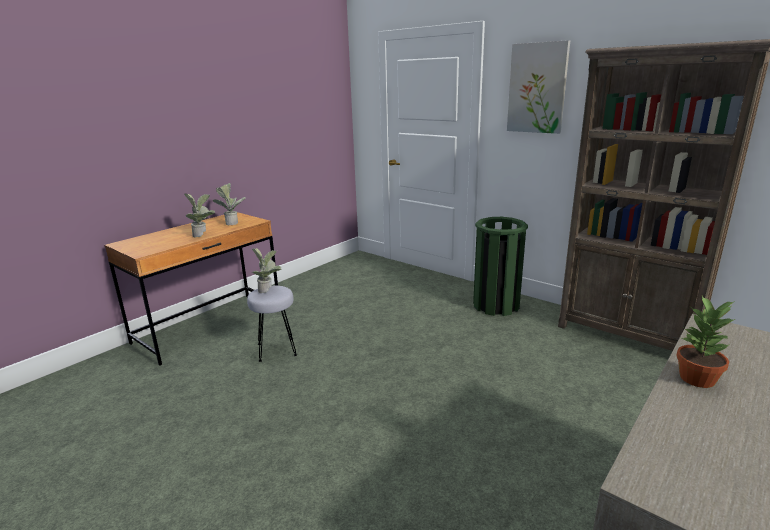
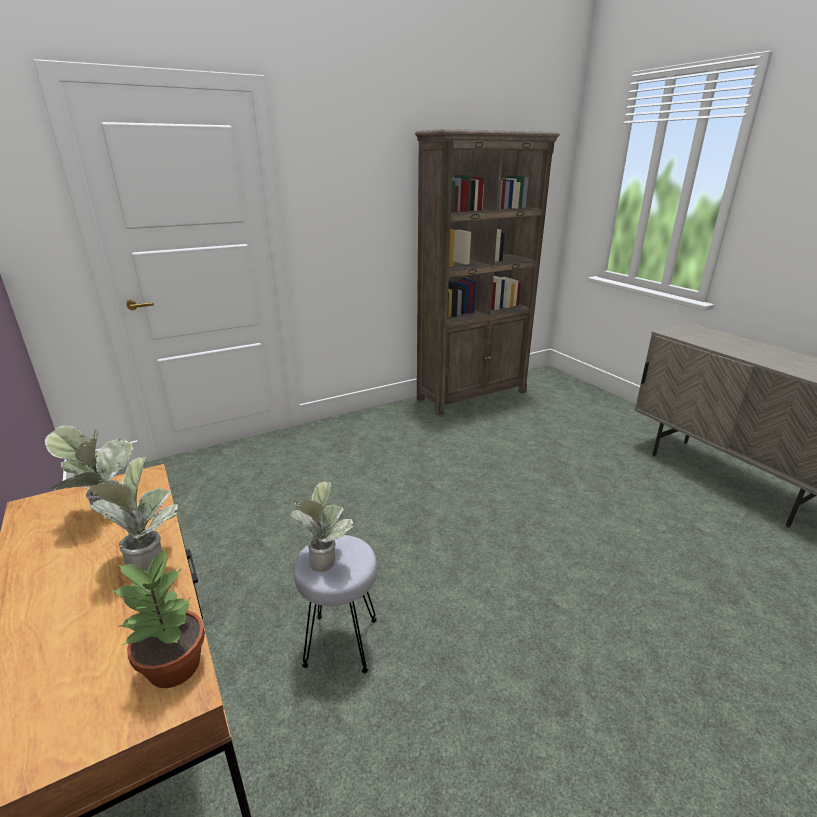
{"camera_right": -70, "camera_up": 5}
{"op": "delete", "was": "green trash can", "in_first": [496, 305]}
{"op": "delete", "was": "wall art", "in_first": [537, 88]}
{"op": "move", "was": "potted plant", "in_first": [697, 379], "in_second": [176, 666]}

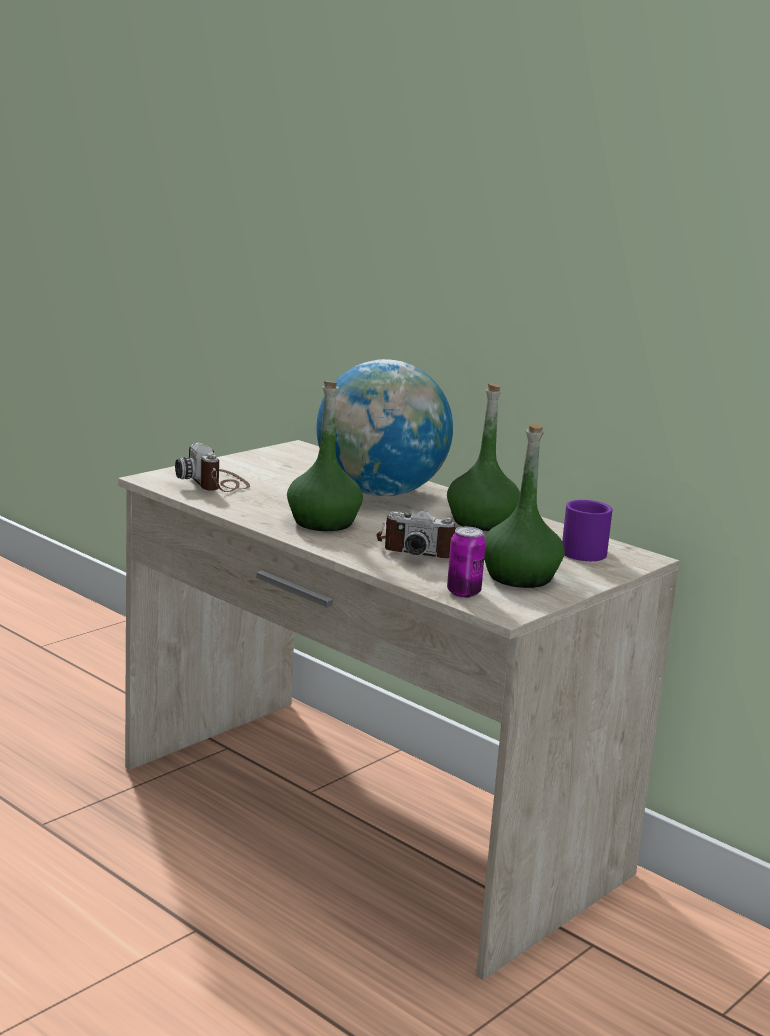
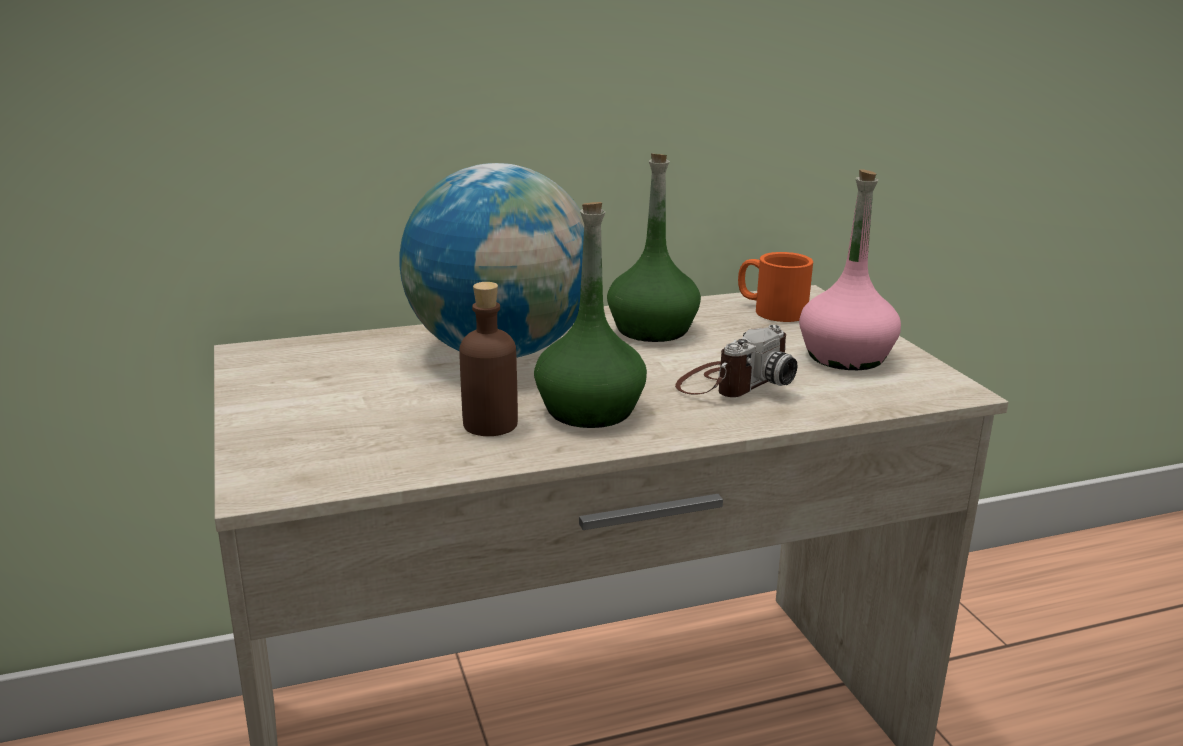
{"camera_right": -60, "camera_up": 5}
{"op": "delete", "was": "photo camera", "in_first": [215, 483]}
{"op": "delete", "was": "sealed can", "in_first": [463, 593]}
{"op": "insert", "now": "brownish drink bottle", "in_second": [490, 424]}
{"op": "recolor", "was": "green drink bottle", "now": "pink drink bottle", "in_first": [520, 577], "in_second": [846, 357]}
{"op": "recolor", "was": "purple mug", "now": "orangey mug", "in_first": [584, 550], "in_second": [770, 310]}

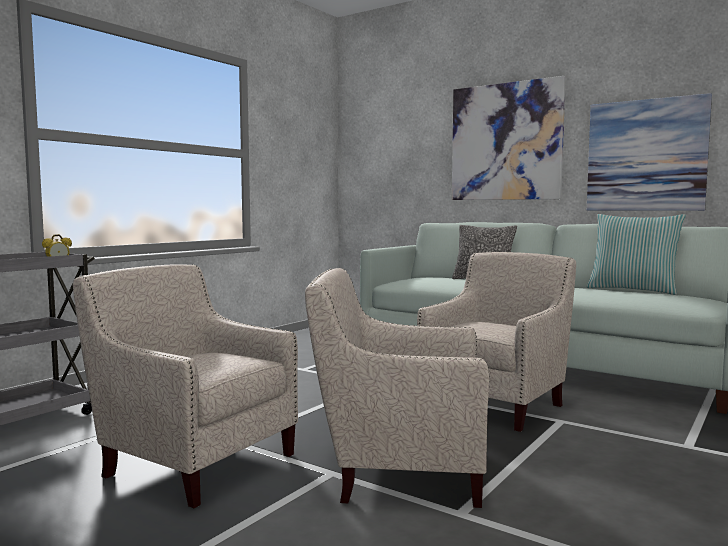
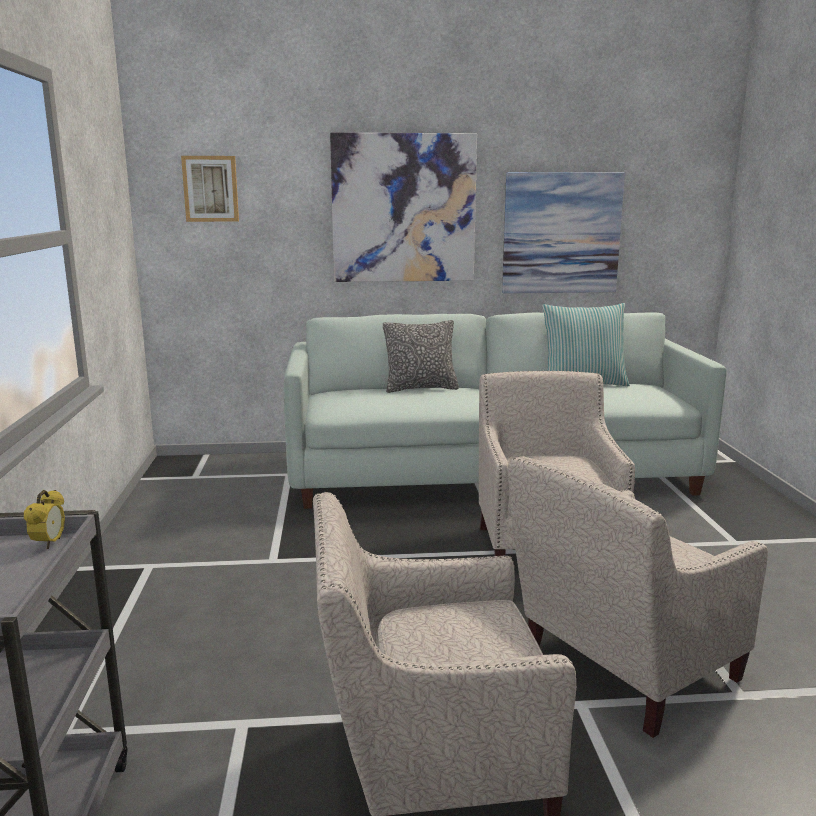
{"camera_right": -40, "camera_up": 10}
{"op": "insert", "now": "wall art", "in_second": [210, 189]}

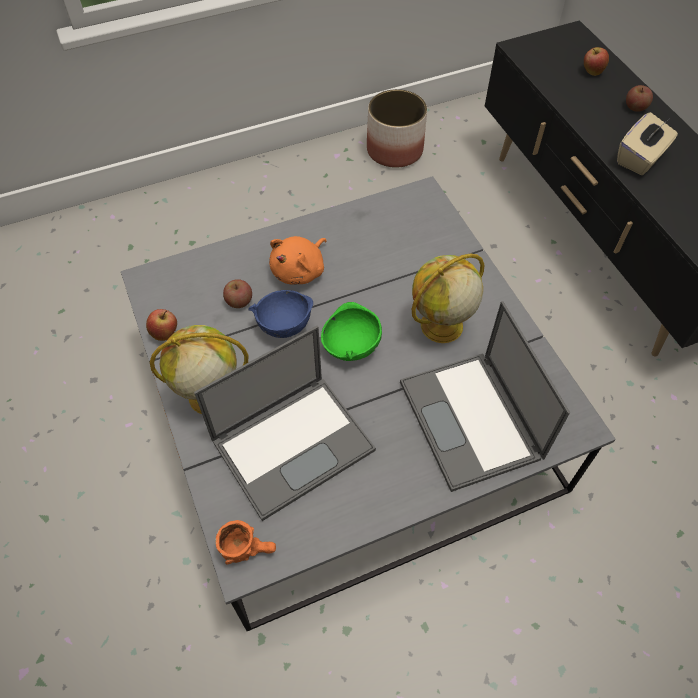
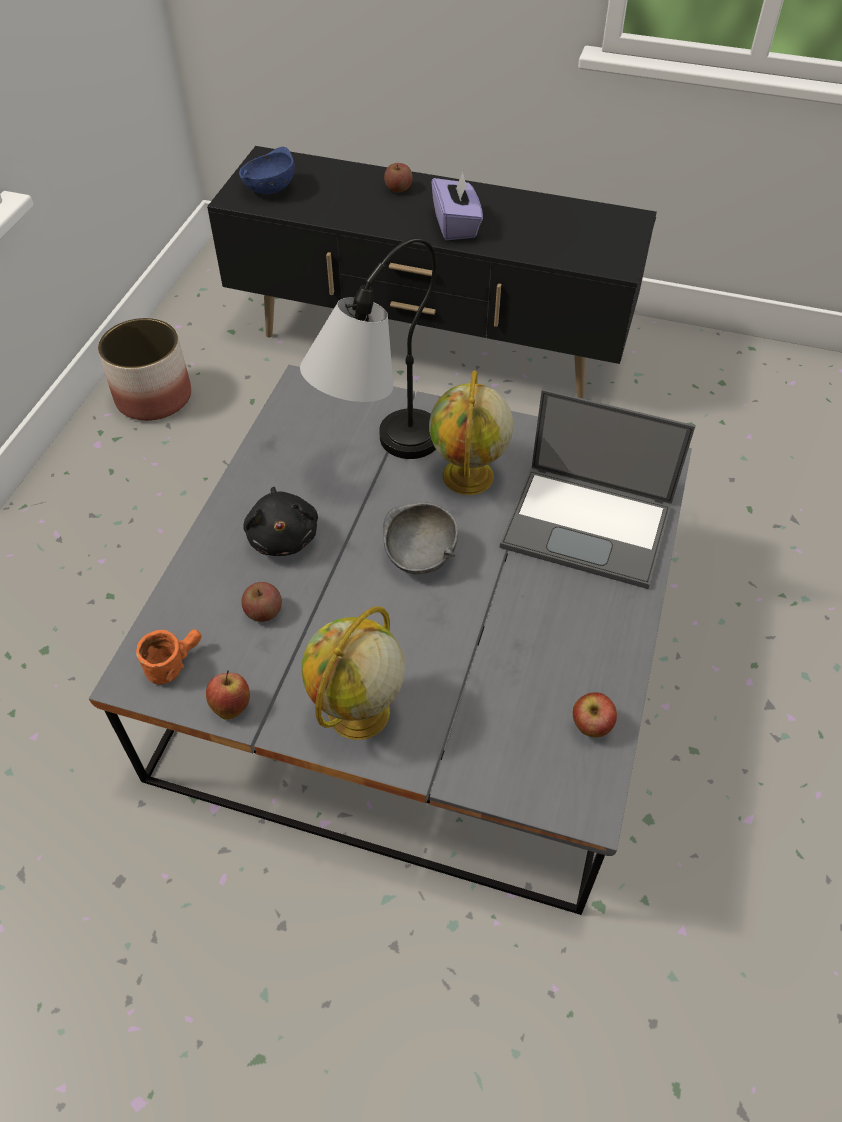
{"camera_right": -50, "camera_up": -5}
{"op": "delete", "was": "notebook computer", "in_first": [294, 443]}
{"op": "insert", "now": "tabletop lamp", "in_second": [376, 456]}
{"op": "move", "was": "orangey mug", "in_first": [249, 548], "in_second": [174, 662]}
{"op": "move", "was": "blue deep dish", "in_first": [284, 324], "in_second": [269, 189]}
{"op": "move", "was": "apple", "in_first": [592, 72], "in_second": [591, 727]}
{"op": "recolor", "was": "orangey soft toy", "now": "blackish soft toy", "in_first": [300, 270], "in_second": [283, 536]}
{"op": "recolor", "was": "green deep dish", "now": "greyish deep dish", "in_first": [350, 346], "in_second": [420, 557]}
{"op": "recolor", "was": "beige tissue holder", "now": "purple tissue holder", "in_first": [640, 158], "in_second": [456, 225]}

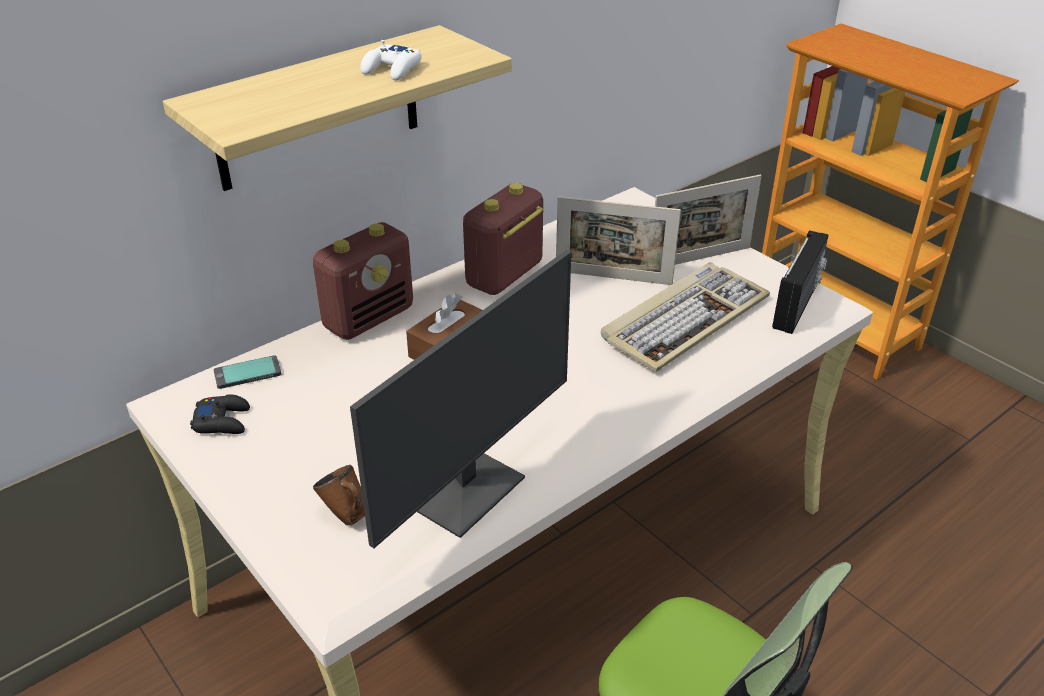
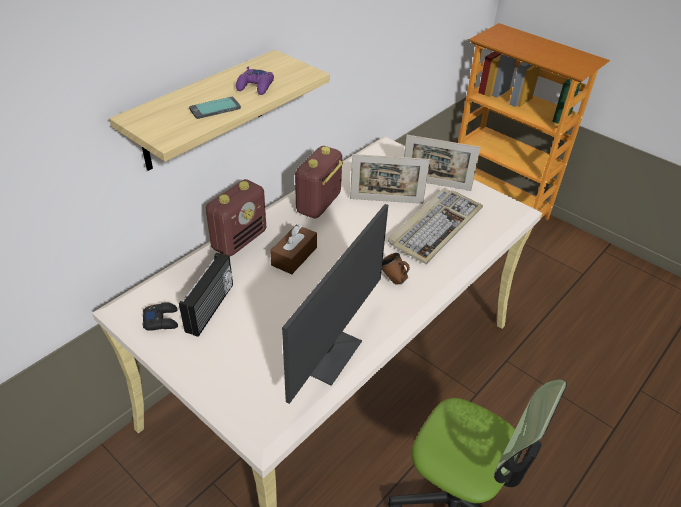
{"camera_right": -10, "camera_up": 5}
{"op": "move", "was": "telephone", "in_first": [248, 373], "in_second": [215, 109]}
{"op": "move", "was": "brownish mug", "in_first": [346, 515], "in_second": [393, 280]}
{"op": "move", "was": "radio", "in_first": [798, 305], "in_second": [211, 308]}
{"op": "recolor", "was": "whitish game controller", "now": "purple game controller", "in_first": [392, 69], "in_second": [256, 86]}
{"op": "rotate", "was": "picture frame", "in_first": [700, 258], "in_second": [436, 184], "clockwise": 45}

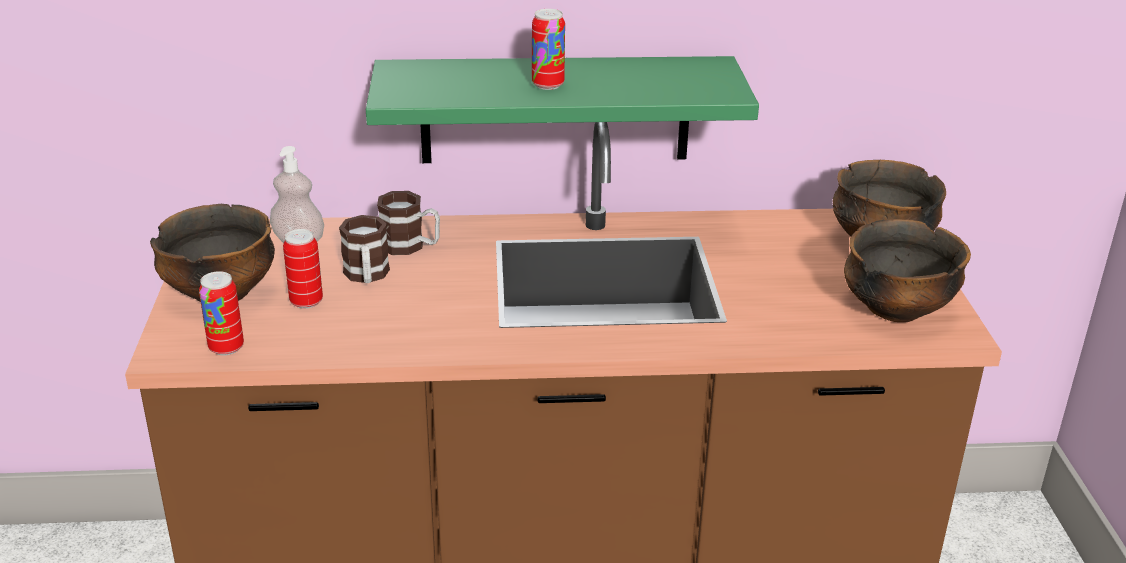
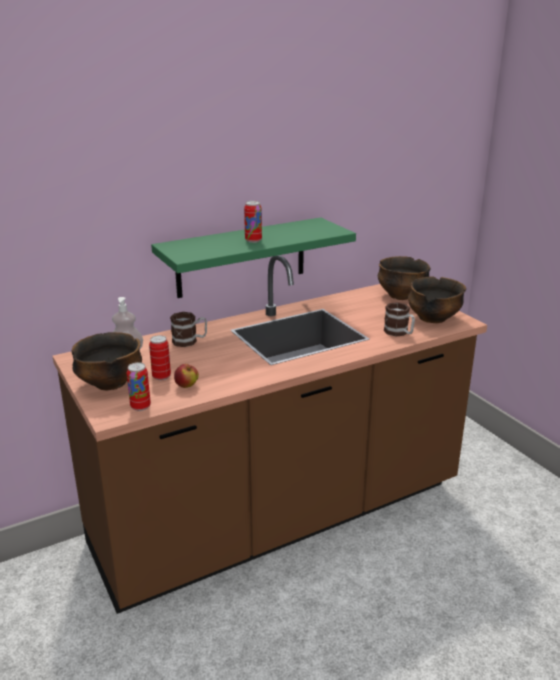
{"camera_right": -25, "camera_up": -5}
{"op": "insert", "now": "apple", "in_second": [186, 386]}
{"op": "move", "was": "mug", "in_first": [367, 276], "in_second": [399, 333]}

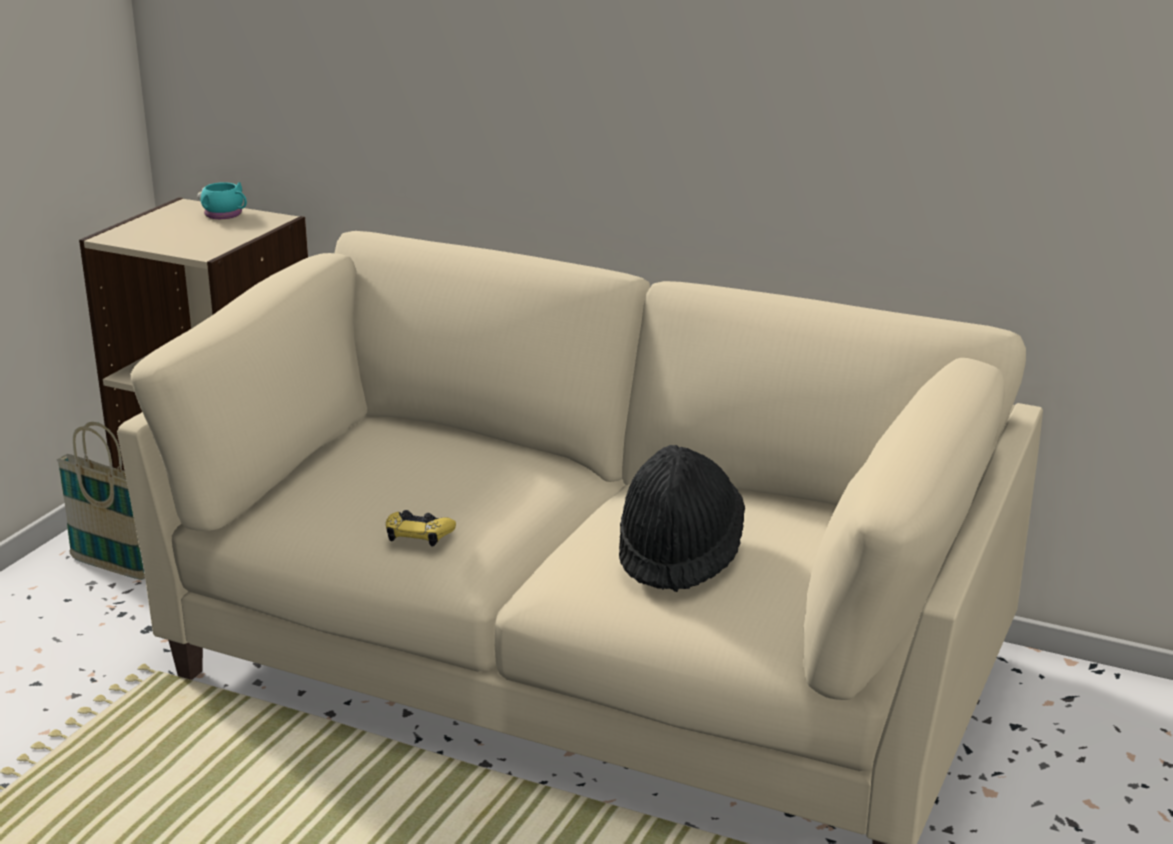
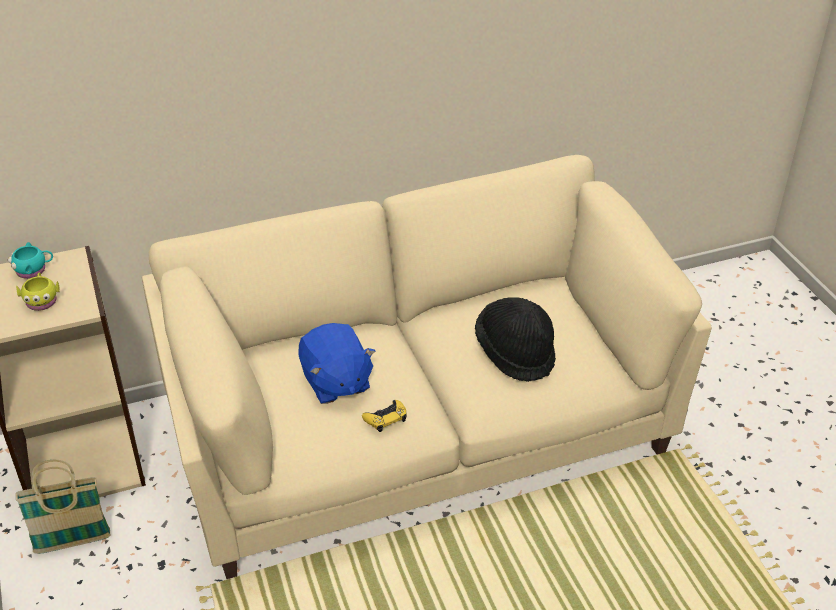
{"camera_right": -45, "camera_up": 15}
{"op": "insert", "now": "yellowish mug", "in_second": [41, 300]}
{"op": "insert", "now": "blue soft toy", "in_second": [335, 382]}

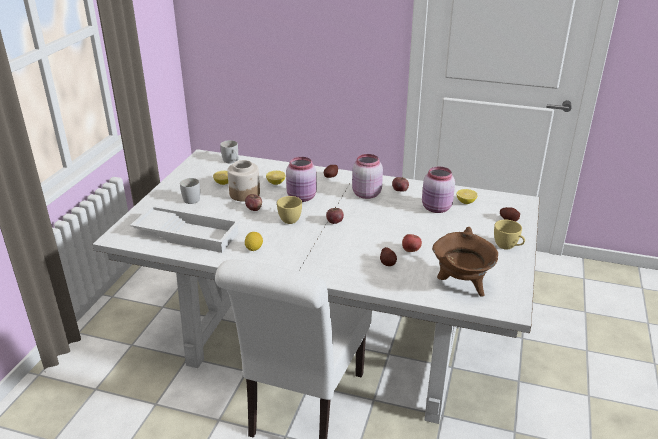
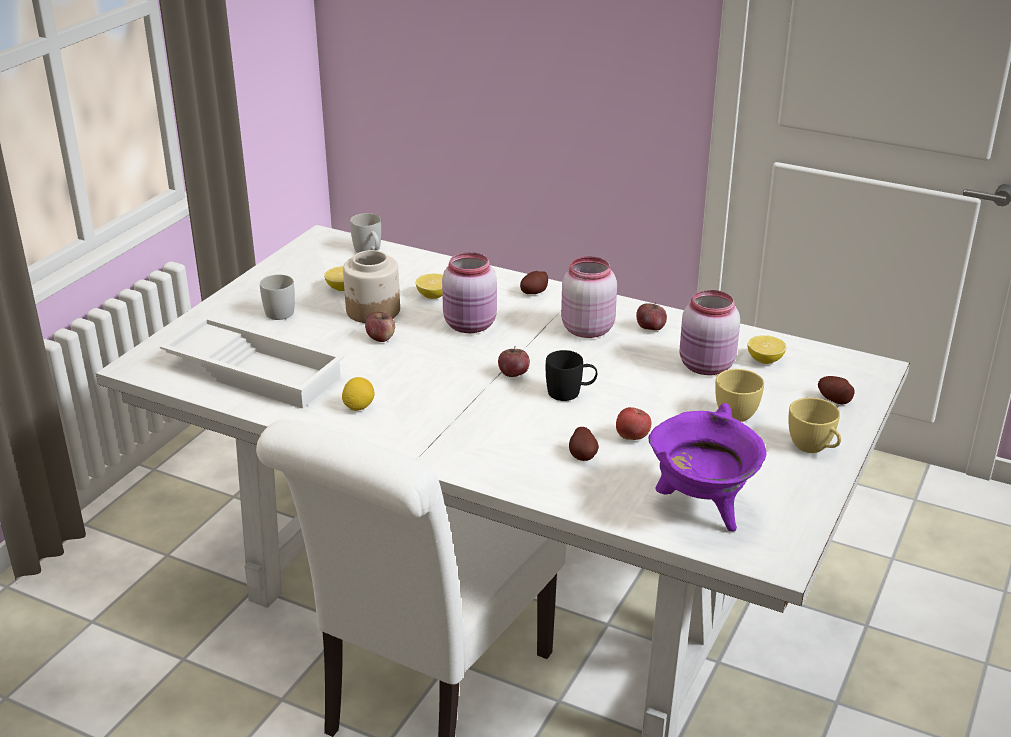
{"camera_right": 10, "camera_up": 0}
{"op": "insert", "now": "blackish mug", "in_second": [570, 392]}
{"op": "move", "was": "yellowish drinking cup", "in_first": [289, 218], "in_second": [735, 411]}
{"op": "recolor", "was": "brownish cooking pot", "now": "purple cooking pot", "in_first": [461, 285], "in_second": [702, 507]}

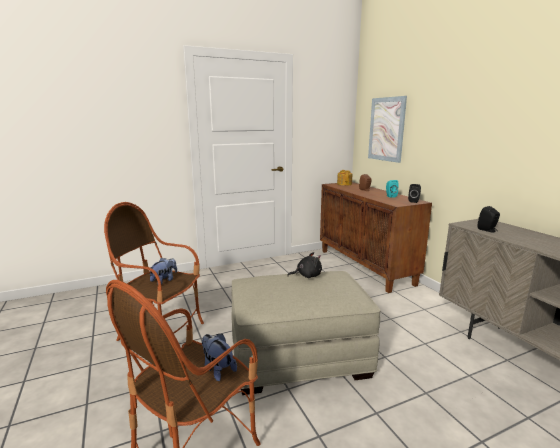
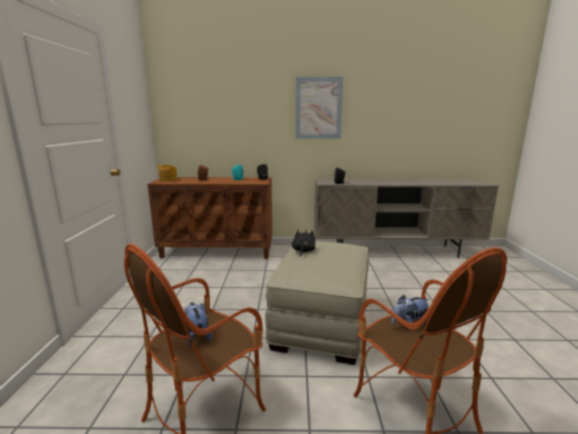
{"camera_right": -65, "camera_up": 0}
{"op": "move", "was": "wall art", "in_first": [386, 129], "in_second": [318, 108]}

